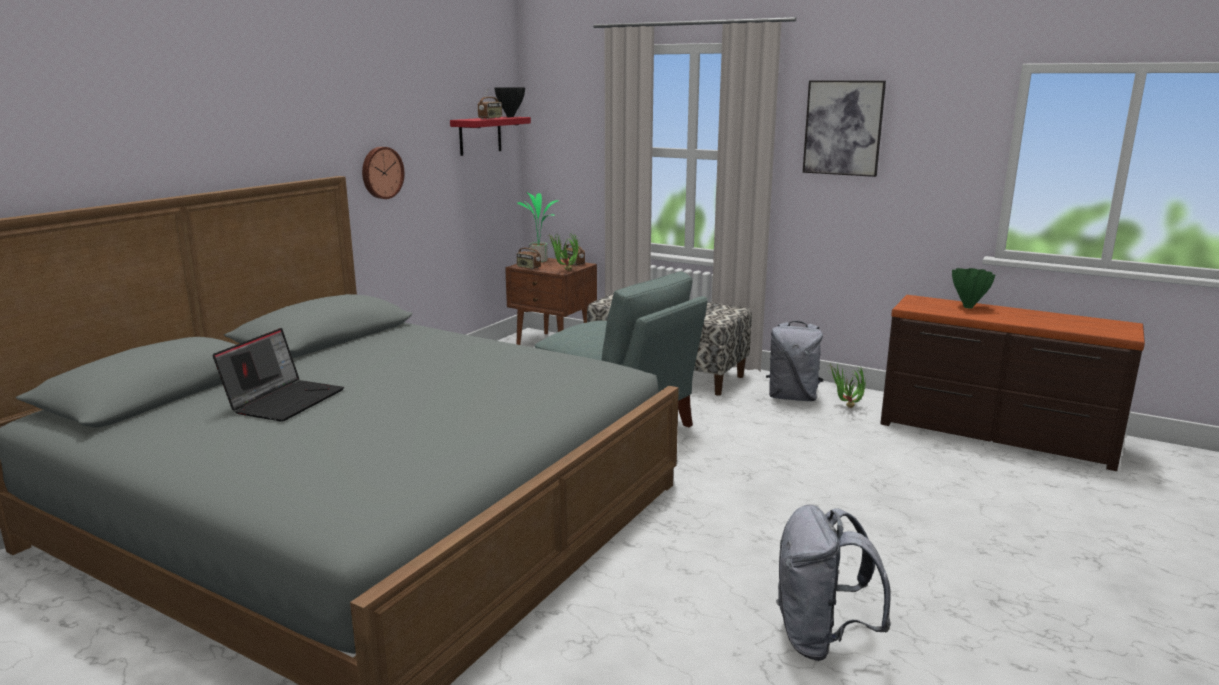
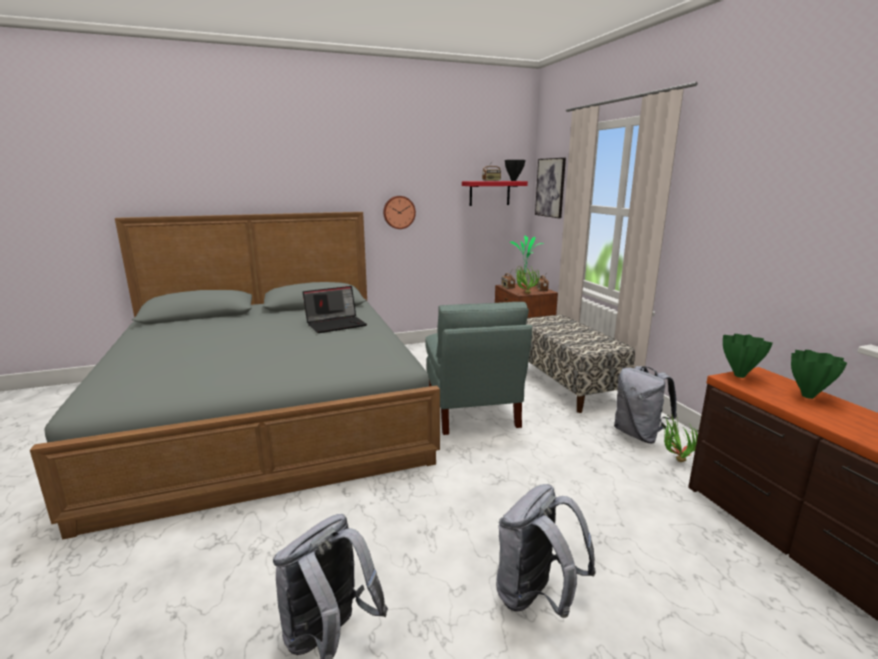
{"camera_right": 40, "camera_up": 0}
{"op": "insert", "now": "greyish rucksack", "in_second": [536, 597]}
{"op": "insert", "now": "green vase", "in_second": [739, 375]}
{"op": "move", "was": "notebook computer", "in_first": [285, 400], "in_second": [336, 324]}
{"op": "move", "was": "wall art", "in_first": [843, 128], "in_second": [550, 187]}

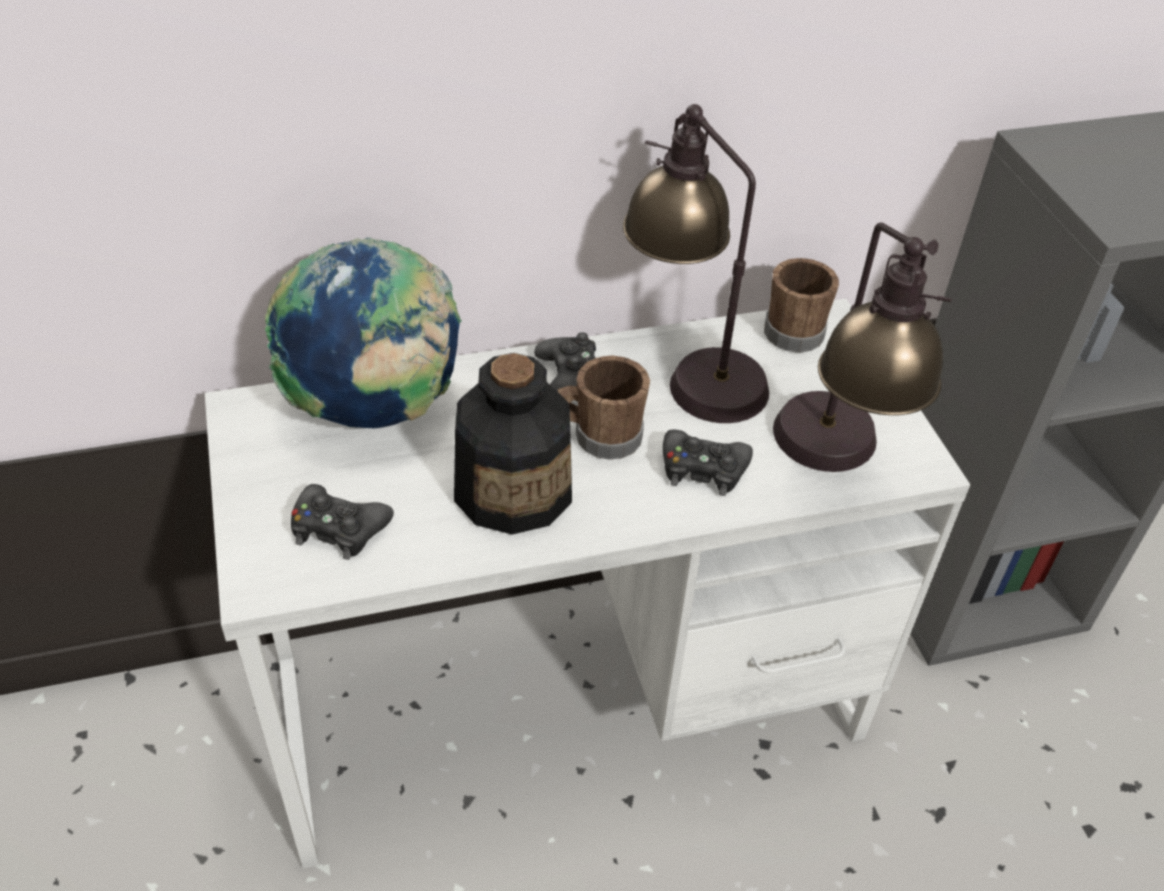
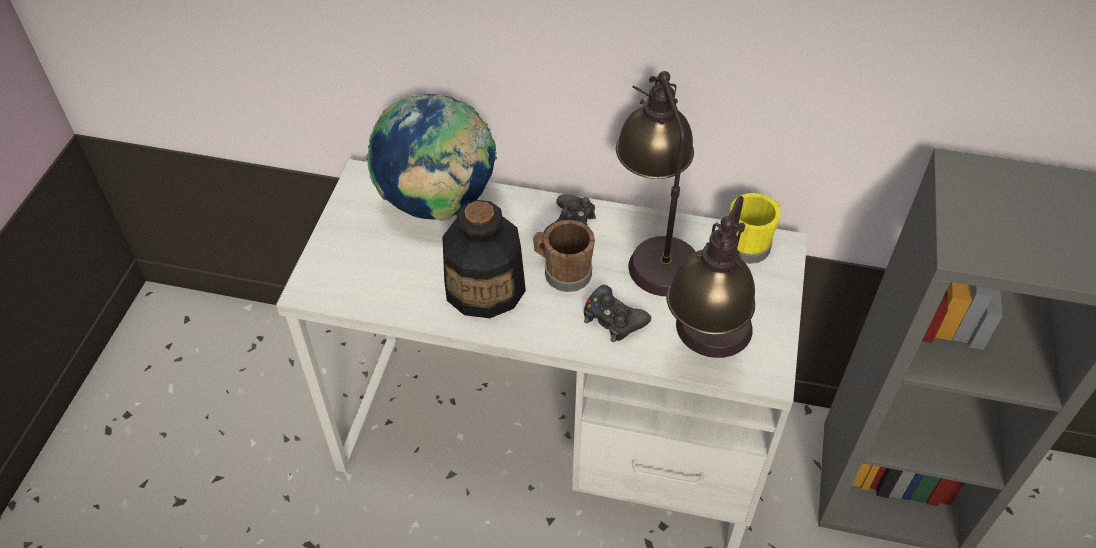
{"camera_right": 30, "camera_up": 5}
{"op": "delete", "was": "blackish game controller", "in_first": [338, 529]}
{"op": "recolor", "was": "brownish mug", "now": "yellowish mug", "in_first": [795, 329], "in_second": [751, 244]}

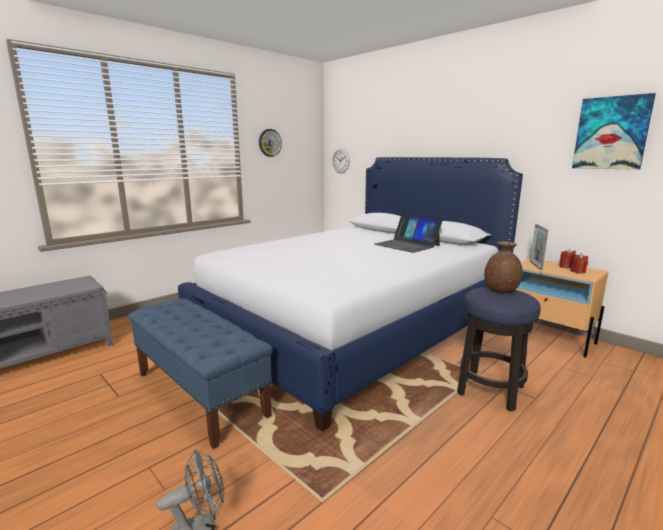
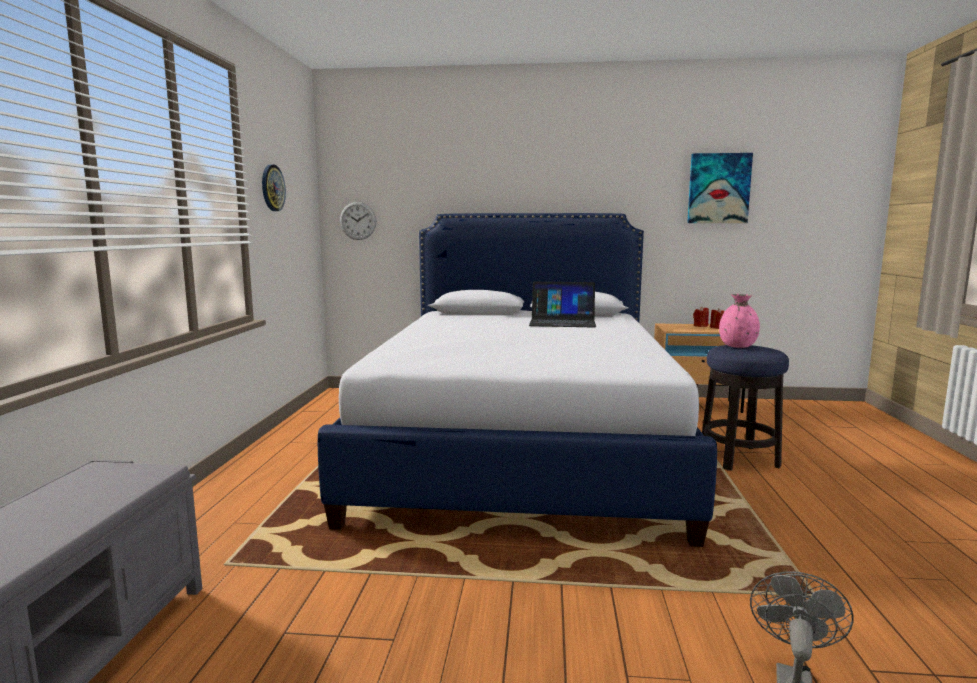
{"camera_right": -40, "camera_up": -5}
{"op": "delete", "was": "blue bench", "in_first": [200, 394]}
{"op": "delete", "was": "picture frame", "in_first": [536, 265]}
{"op": "recolor", "was": "brownish vase", "now": "pink vase", "in_first": [501, 290], "in_second": [738, 346]}

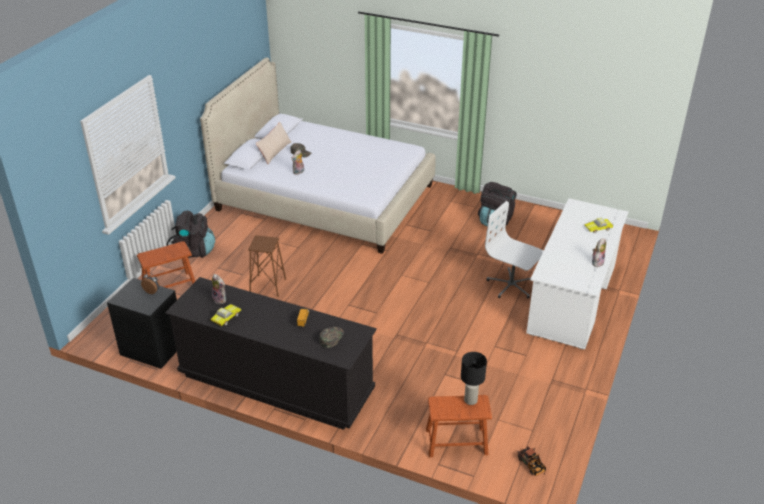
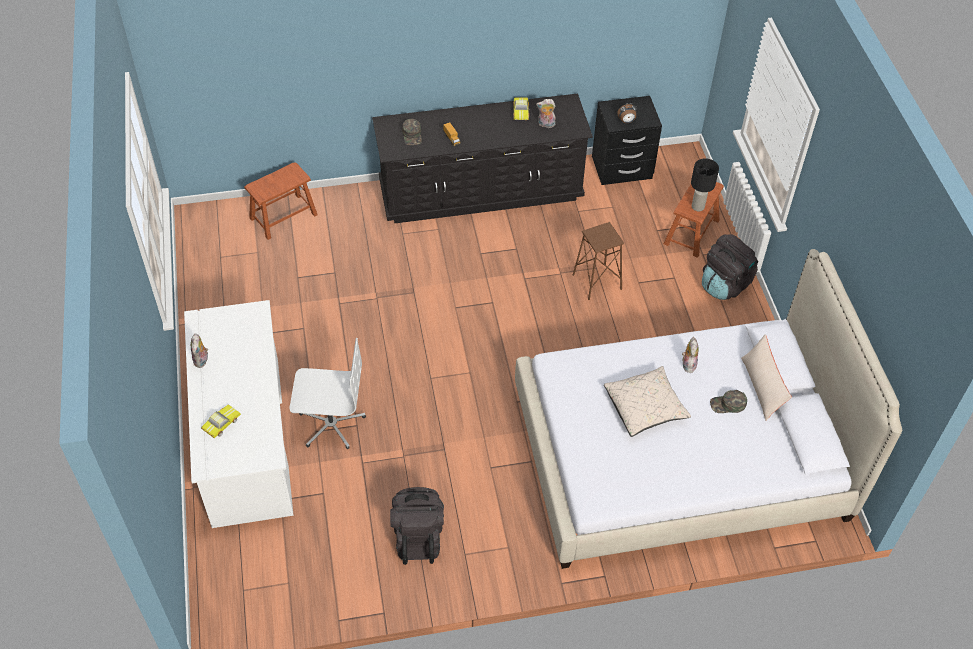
{"camera_right": 145, "camera_up": 15}
{"op": "delete", "was": "toy truck", "in_first": [532, 466]}
{"op": "insert", "now": "beige cushion", "in_second": [645, 408]}
{"op": "move", "was": "blackish tabletop lamp", "in_first": [470, 400], "in_second": [698, 206]}

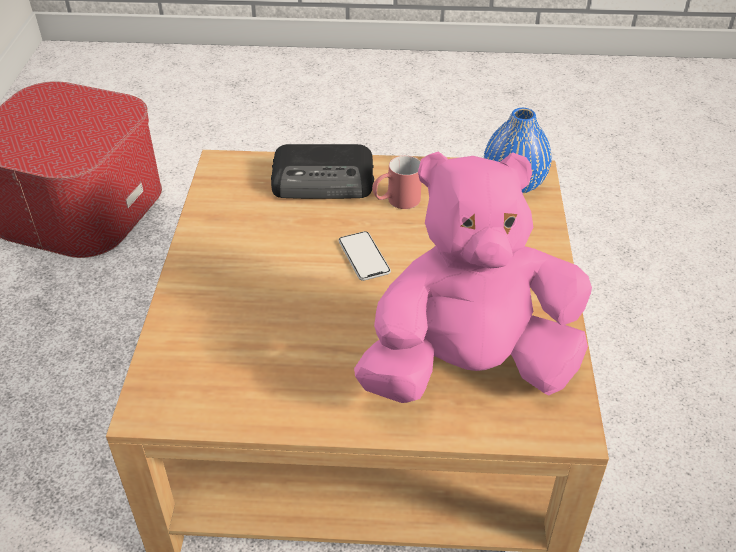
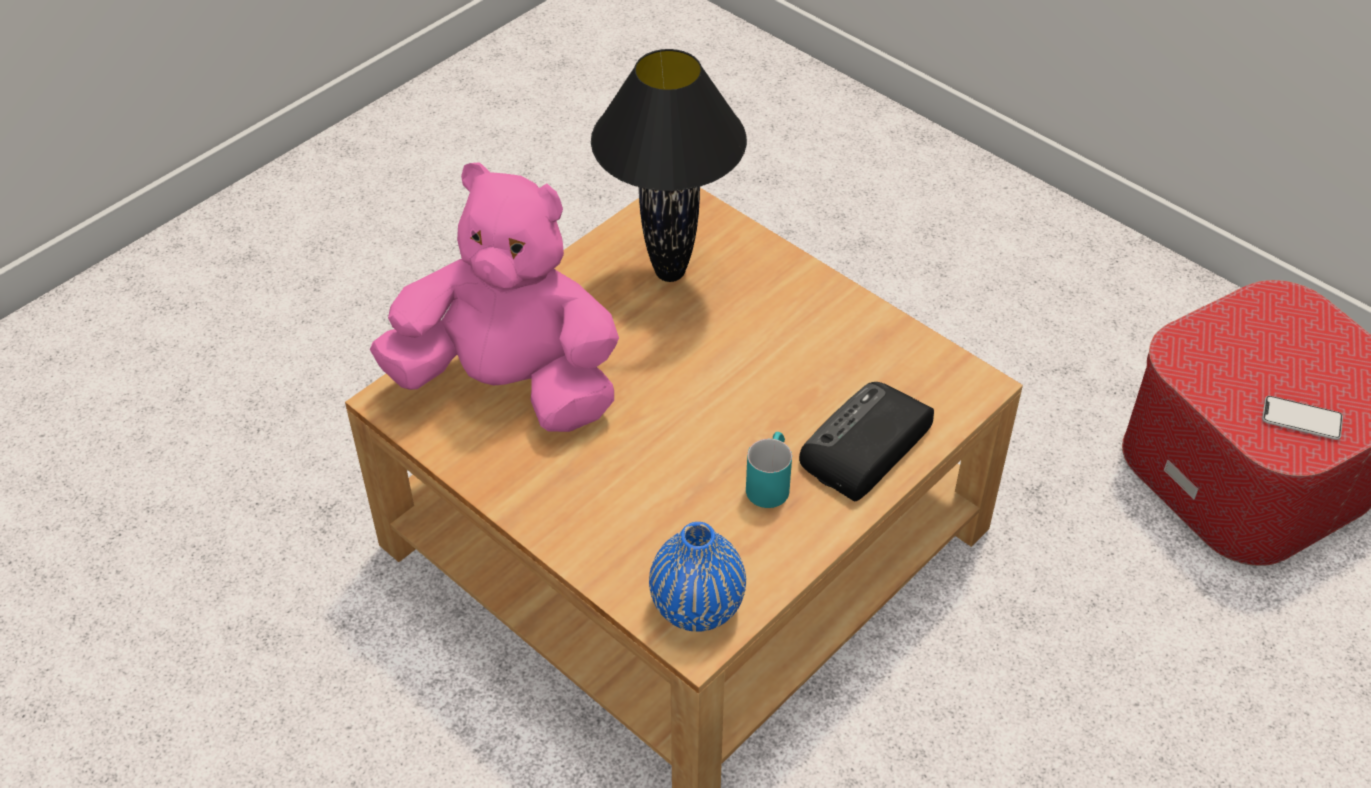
{"camera_right": 130, "camera_up": 5}
{"op": "insert", "now": "blackish tabletop lamp", "in_second": [669, 272]}
{"op": "move", "was": "telephone", "in_first": [364, 257], "in_second": [1301, 419]}
{"op": "recolor", "was": "reddish mug", "now": "blue-green mug", "in_first": [396, 201], "in_second": [770, 482]}
{"op": "rotate", "was": "pink soft toy", "in_first": [469, 367], "in_second": [510, 385], "clockwise": -105}

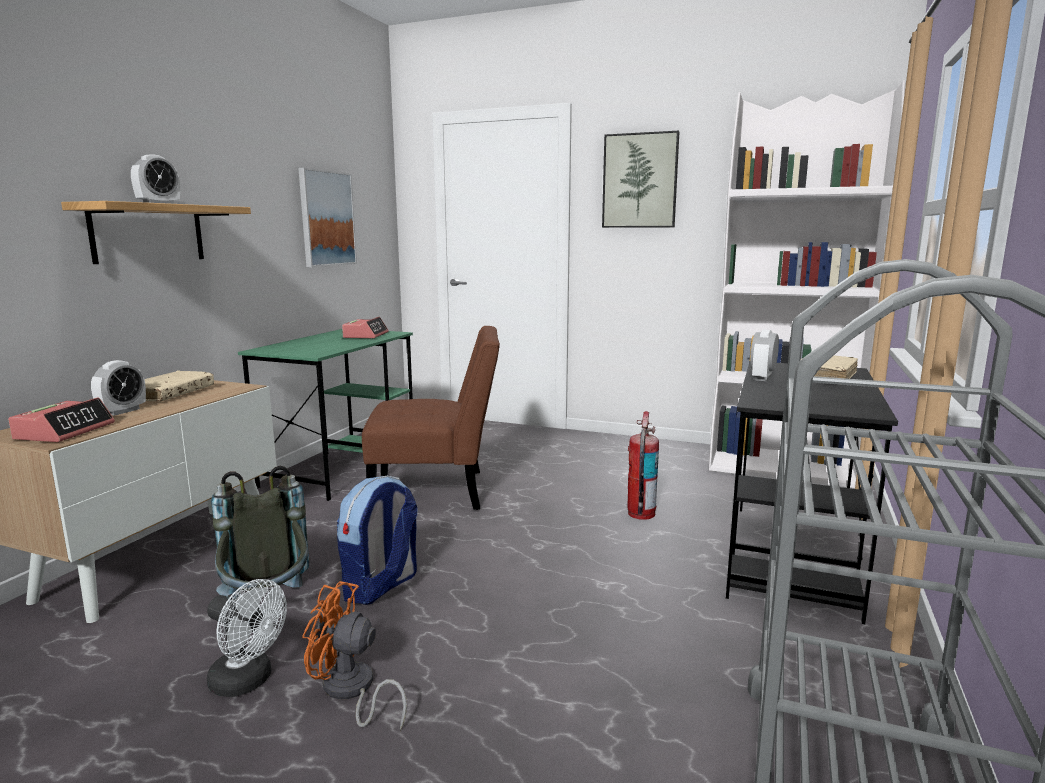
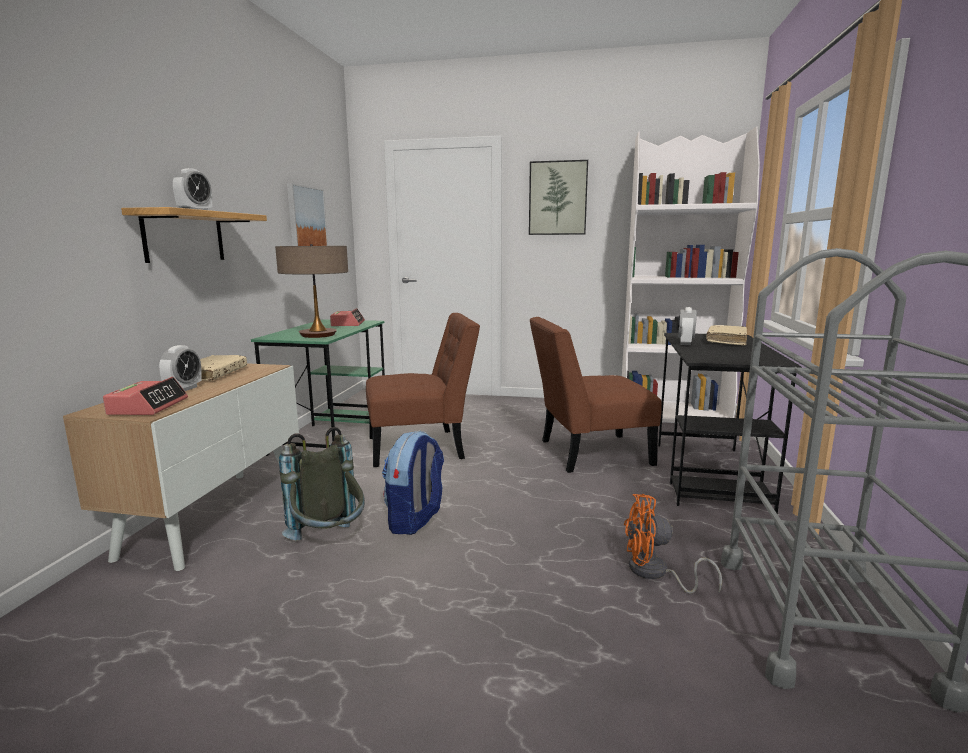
{"camera_right": -10, "camera_up": 0}
{"op": "delete", "was": "whitish fan", "in_first": [248, 681]}
{"op": "insert", "now": "tabletop lamp", "in_second": [318, 335]}
{"op": "move", "was": "orangey fan", "in_first": [351, 691], "in_second": [655, 573]}
{"op": "replace", "was": "extinguisher", "now": "brownish chair", "in_first": [640, 514], "in_second": [588, 453]}

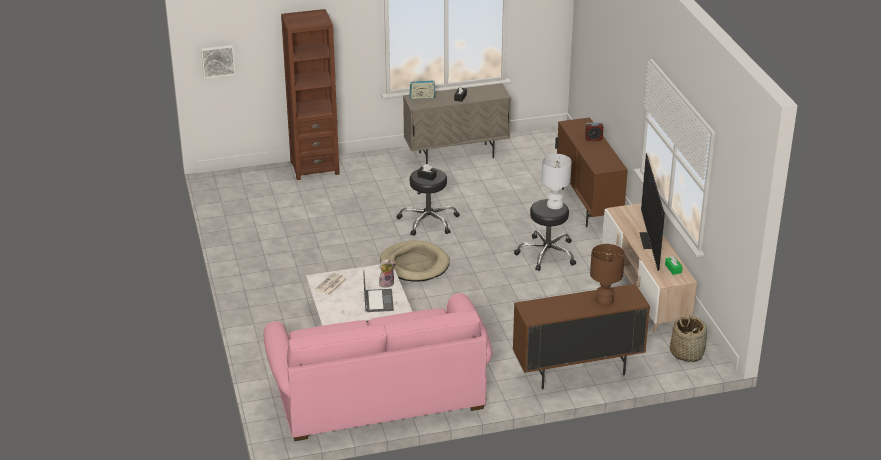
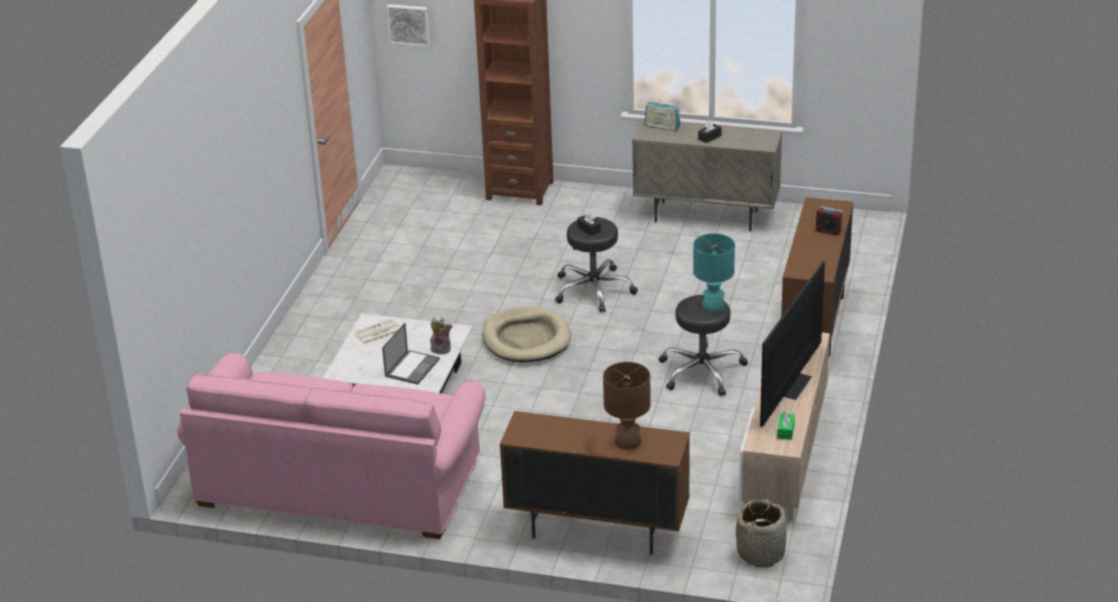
{"camera_right": 30, "camera_up": 0}
{"op": "recolor", "was": "whitish tabletop lamp", "now": "blue-green tabletop lamp", "in_first": [554, 205], "in_second": [712, 305]}

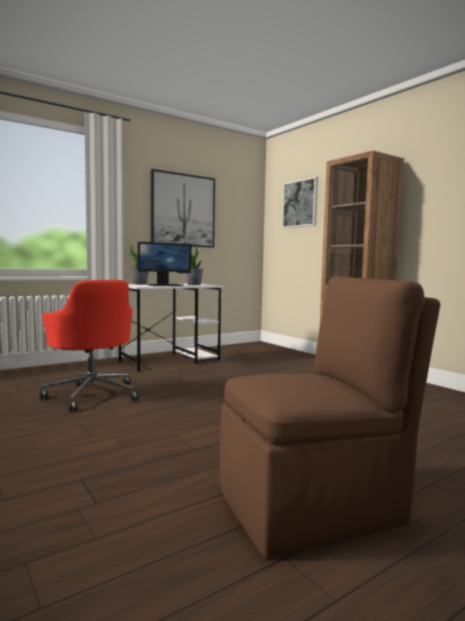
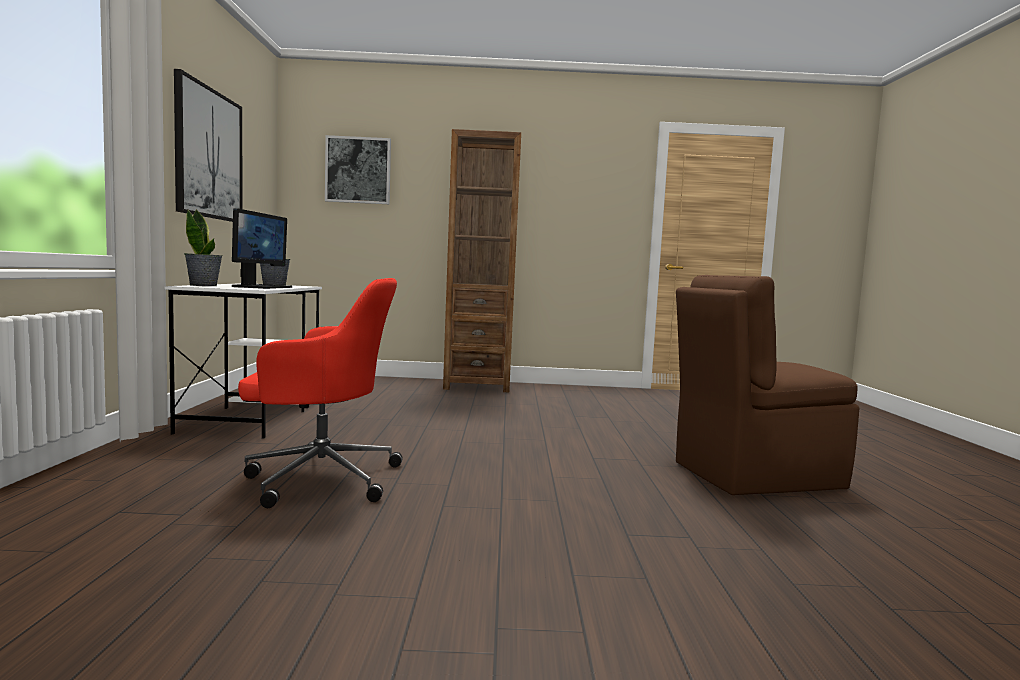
{"camera_right": -55, "camera_up": 0}
{"op": "rotate", "was": "brownish chair", "in_first": [314, 506], "in_second": [753, 475], "clockwise": -120}

